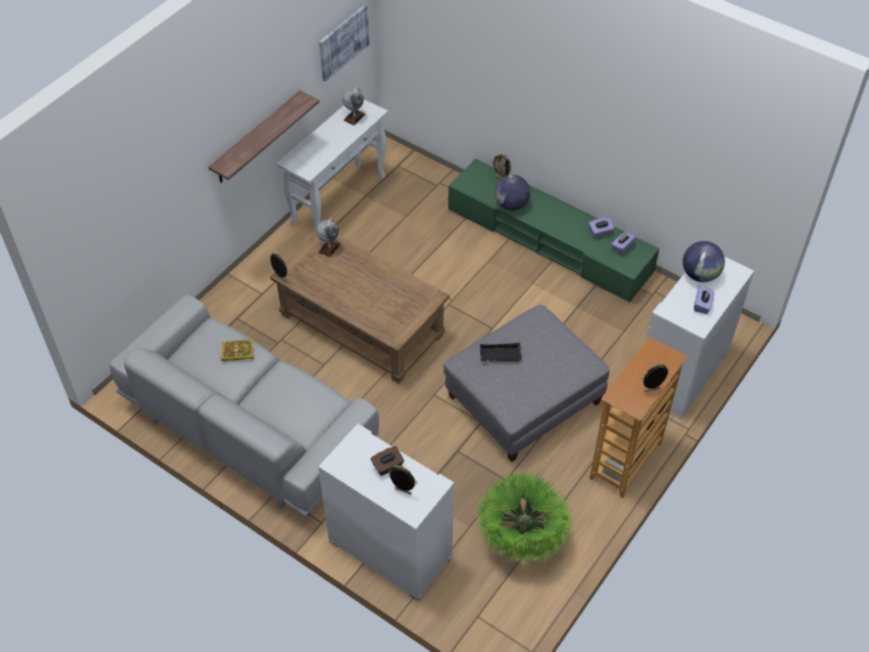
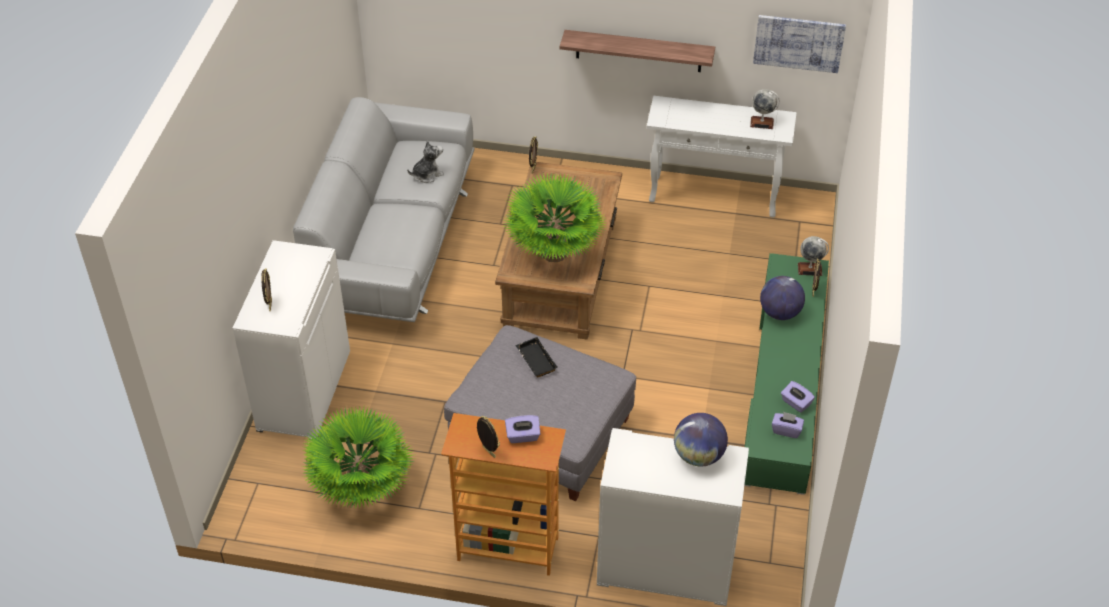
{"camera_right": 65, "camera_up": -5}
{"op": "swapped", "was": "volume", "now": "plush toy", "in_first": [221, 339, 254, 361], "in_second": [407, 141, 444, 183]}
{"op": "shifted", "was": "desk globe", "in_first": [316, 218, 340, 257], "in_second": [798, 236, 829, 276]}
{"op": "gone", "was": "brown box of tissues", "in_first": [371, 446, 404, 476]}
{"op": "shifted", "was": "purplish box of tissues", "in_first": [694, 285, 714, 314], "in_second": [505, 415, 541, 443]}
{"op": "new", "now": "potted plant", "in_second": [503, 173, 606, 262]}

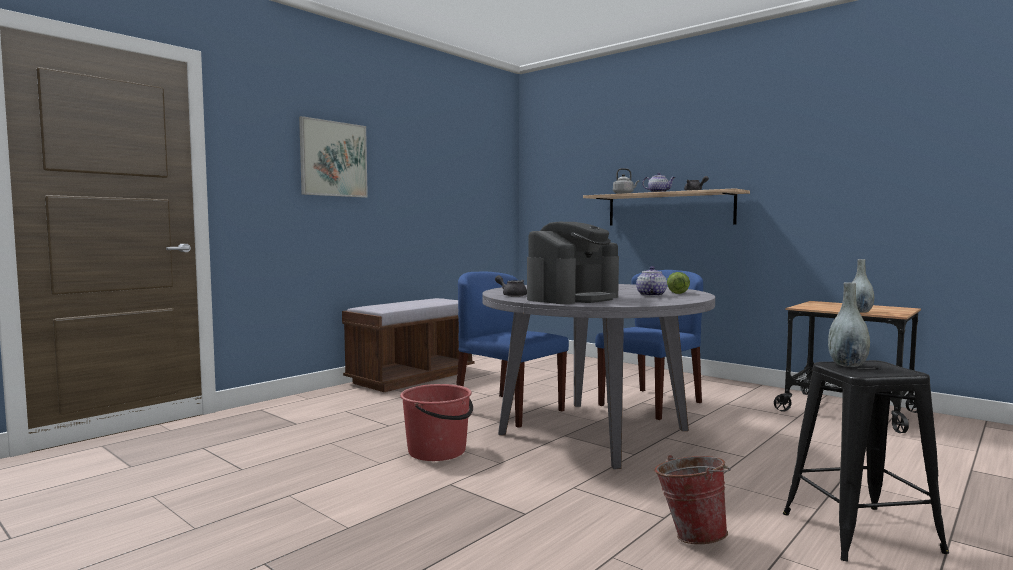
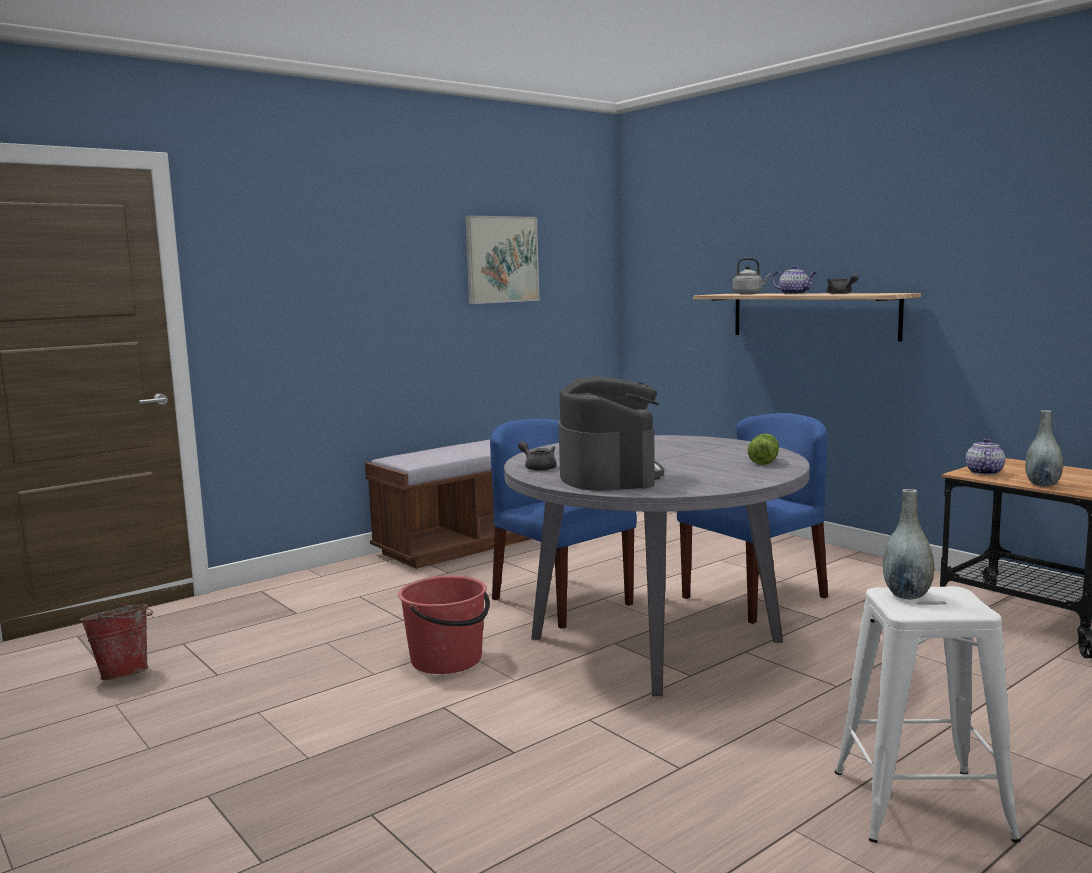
{"camera_right": 10, "camera_up": 5}
{"op": "shifted", "was": "picture", "in_first": [299, 116, 368, 198], "in_second": [465, 215, 540, 304]}
{"op": "rotated", "was": "coffee maker", "in_first": [527, 222, 619, 304], "in_second": [559, 376, 664, 491], "clockwise": -60}
{"op": "shifted", "was": "tea pot", "in_first": [636, 266, 667, 296], "in_second": [965, 438, 1005, 475]}
{"op": "shifted", "was": "pail", "in_first": [654, 455, 731, 544], "in_second": [80, 603, 153, 680]}
{"op": "repainted", "was": "black stool", "now": "white stool", "in_first": [783, 360, 949, 561], "in_second": [835, 586, 1021, 843]}

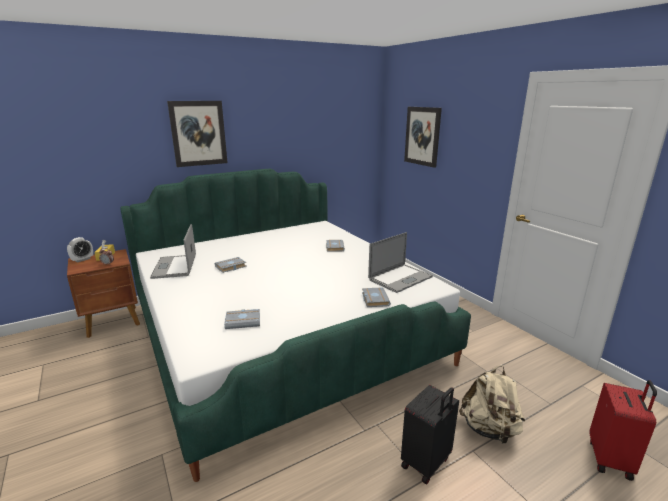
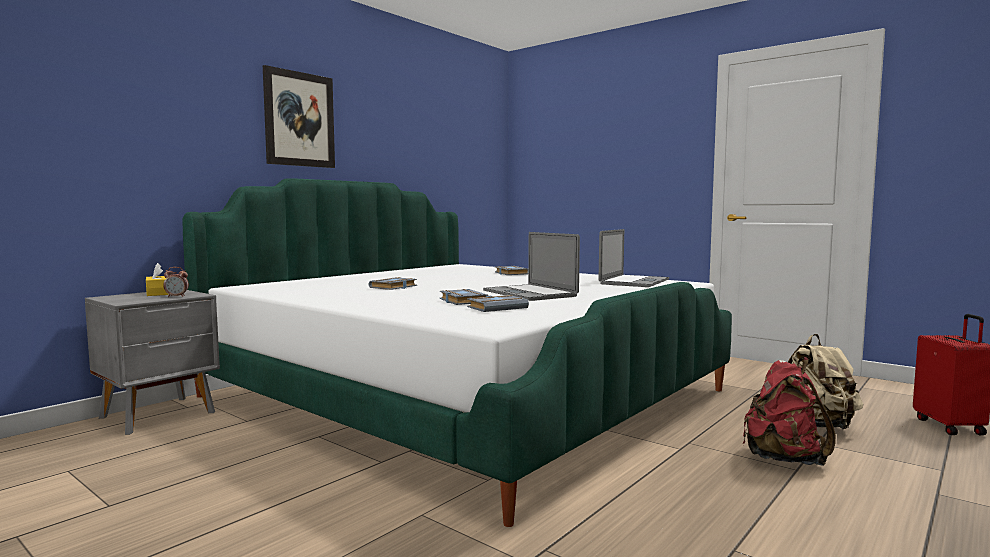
{"camera_right": -20, "camera_up": -15}
{"op": "gone", "was": "bedside clock", "in_first": [67, 237, 93, 262]}
{"op": "repainted", "was": "brown night table", "now": "greyish night table", "in_first": [67, 249, 140, 338], "in_second": [85, 290, 220, 435]}
{"op": "shifted", "was": "laptop", "in_first": [150, 224, 196, 279], "in_second": [483, 232, 580, 301]}
{"op": "shifted", "was": "greyish volume", "in_first": [362, 287, 391, 307], "in_second": [439, 289, 488, 305]}
{"op": "swapped", "was": "black travel case", "now": "reddish rucksack", "in_first": [401, 385, 459, 484], "in_second": [742, 357, 835, 466]}
{"op": "gone", "was": "picture", "in_first": [404, 107, 442, 168]}

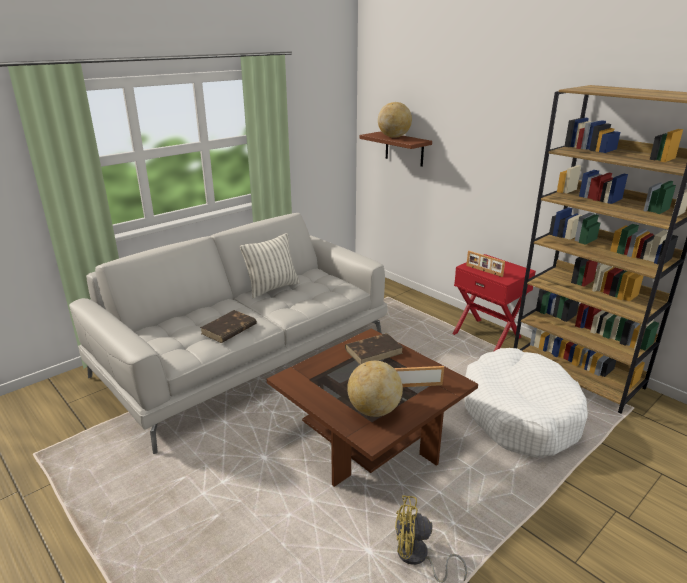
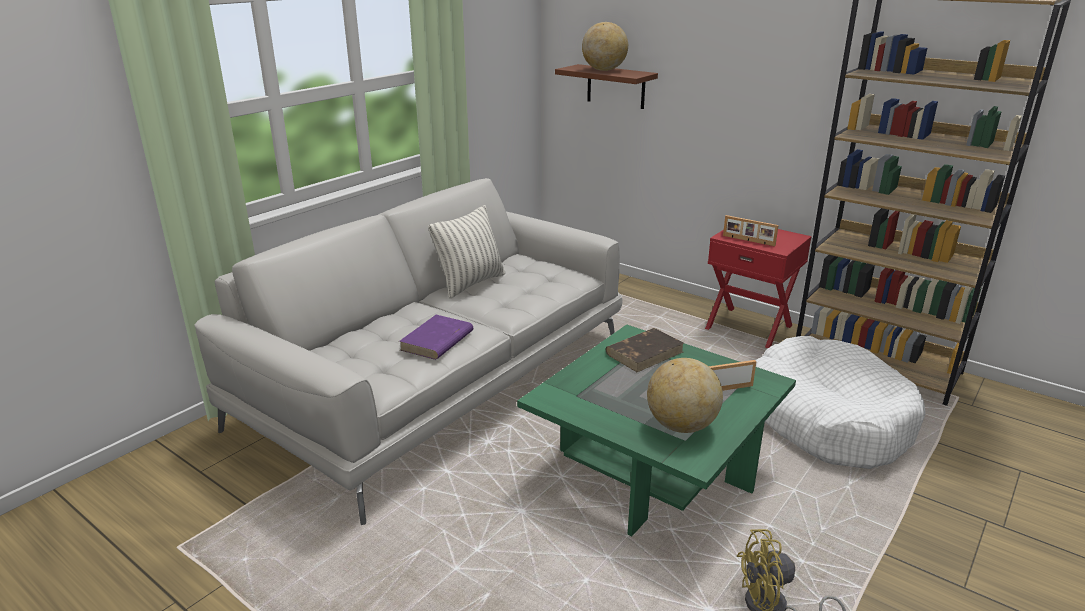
{"camera_right": -10, "camera_up": 0}
{"op": "repainted", "was": "brown volume", "now": "purplish volume", "in_first": [200, 310, 257, 343], "in_second": [399, 315, 473, 360]}
{"op": "repainted", "was": "brown coffee table", "now": "green coffee table", "in_first": [267, 328, 478, 487], "in_second": [517, 325, 796, 536]}

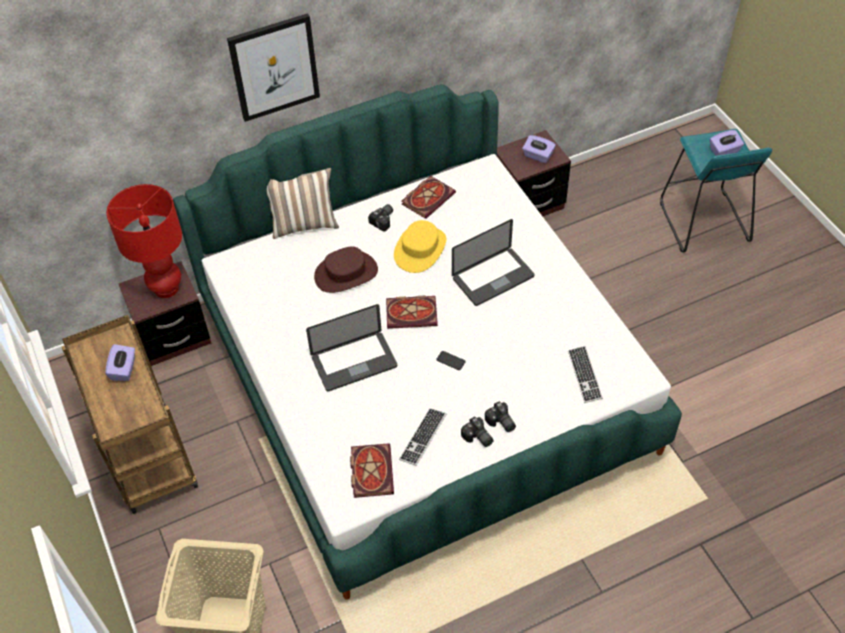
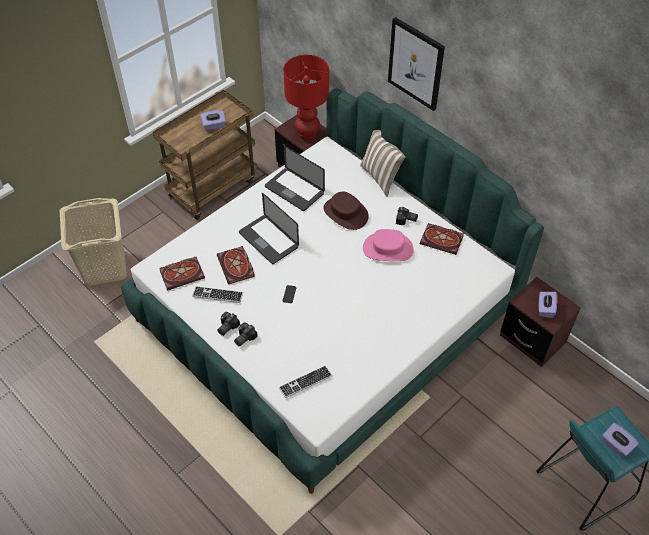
{"camera_right": 70, "camera_up": 0}
{"op": "shifted", "was": "volume", "in_first": [386, 295, 438, 329], "in_second": [217, 246, 255, 284]}
{"op": "repainted", "was": "yellowish hat", "now": "pinkish hat", "in_first": [394, 220, 446, 273], "in_second": [363, 229, 414, 261]}
{"op": "shifted", "was": "laptop", "in_first": [452, 219, 535, 306], "in_second": [265, 145, 325, 211]}

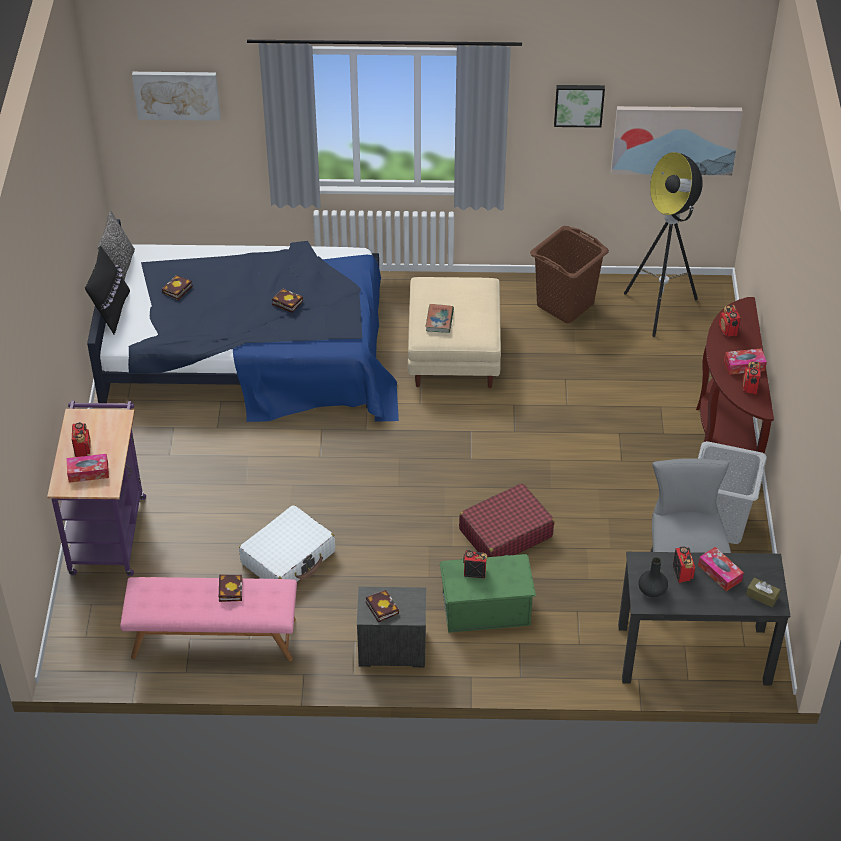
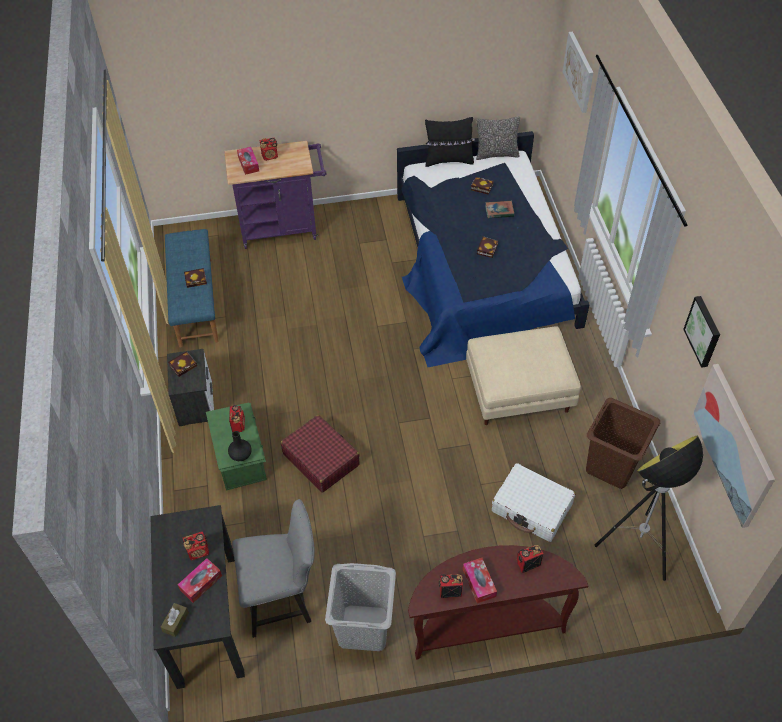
{"camera_right": 80, "camera_up": 5}
{"op": "repainted", "was": "pinkish indoor bench", "now": "bluish indoor bench", "in_first": [120, 577, 297, 661], "in_second": [165, 229, 218, 348]}
{"op": "shifted", "was": "white travel case", "in_first": [239, 505, 335, 581], "in_second": [492, 463, 575, 542]}
{"op": "shifted", "was": "volume", "in_first": [425, 304, 454, 333], "in_second": [485, 201, 514, 218]}
{"op": "shifted", "was": "black flower vase", "in_first": [638, 557, 668, 597], "in_second": [228, 431, 252, 461]}

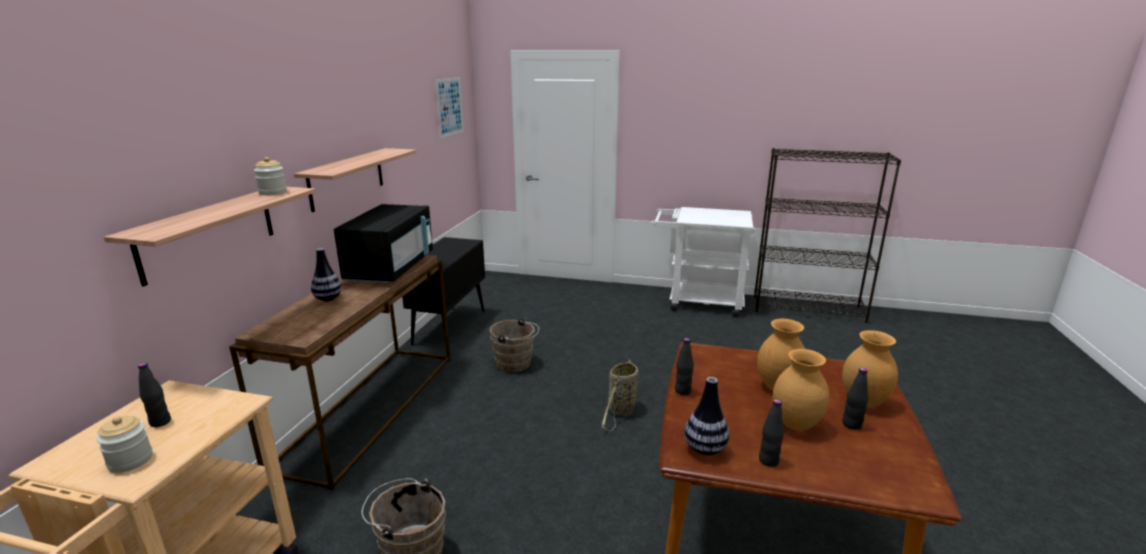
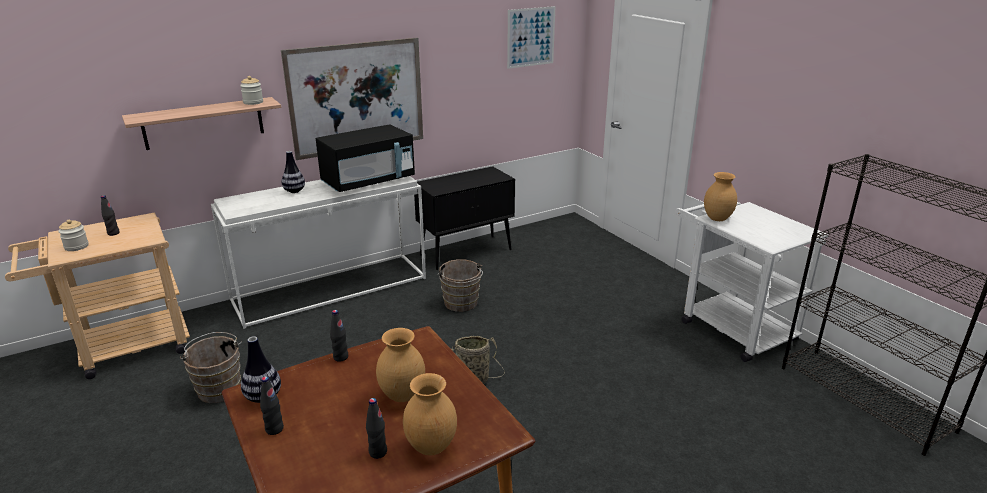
{"camera_right": 45, "camera_up": 5}
{"op": "repainted", "was": "brown hall table", "now": "white hall table", "in_first": [229, 255, 451, 490], "in_second": [211, 176, 426, 329]}
{"op": "swapped", "was": "wall shelf", "now": "picture", "in_first": [294, 148, 417, 212], "in_second": [281, 38, 423, 160]}
{"op": "shifted", "was": "brown flower vase", "in_first": [773, 349, 829, 431], "in_second": [704, 172, 737, 221]}

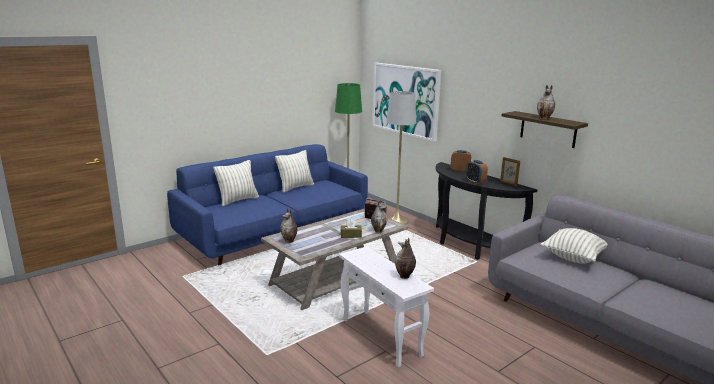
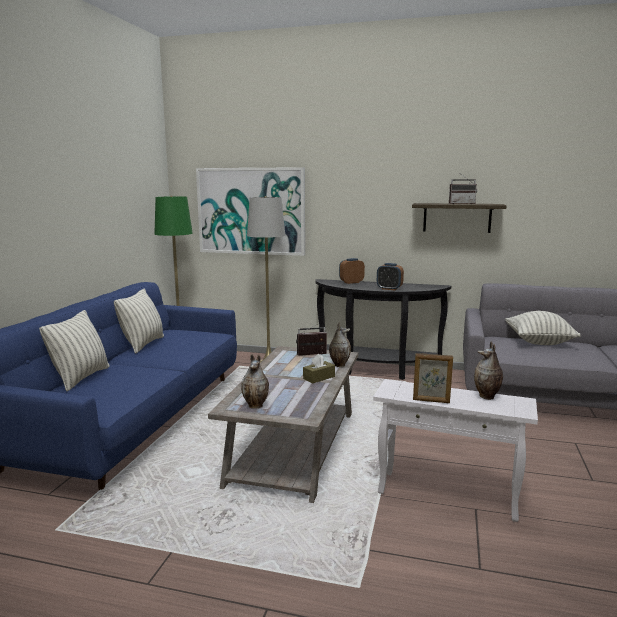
{"camera_right": -35, "camera_up": -5}
{"op": "shifted", "was": "standing frame", "in_first": [500, 157, 520, 186], "in_second": [413, 353, 453, 403]}
{"op": "swapped", "was": "flower vase", "now": "radio", "in_first": [537, 85, 555, 119], "in_second": [449, 174, 477, 204]}

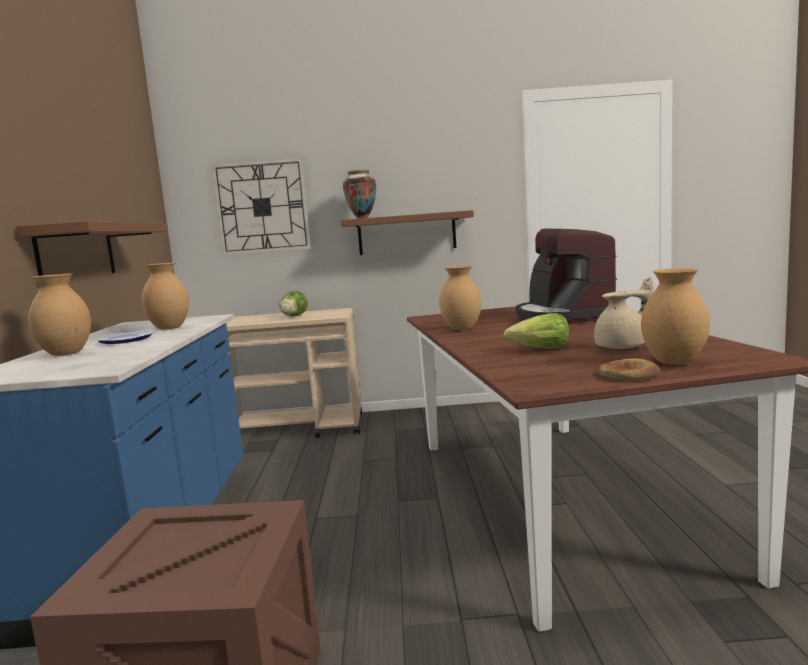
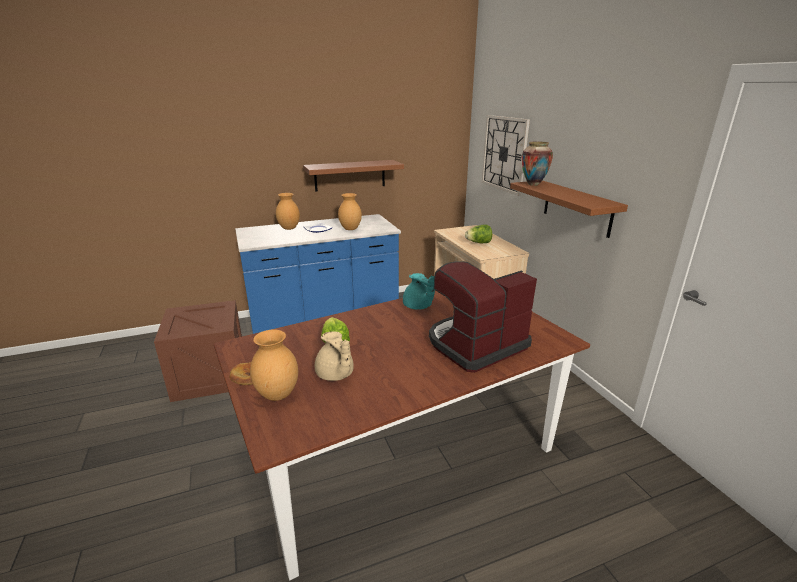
{"camera_right": 70, "camera_up": 15}
{"op": "swapped", "was": "brown flower vase", "now": "blue-green tea pot", "in_first": [439, 266, 482, 330], "in_second": [403, 273, 435, 310]}

